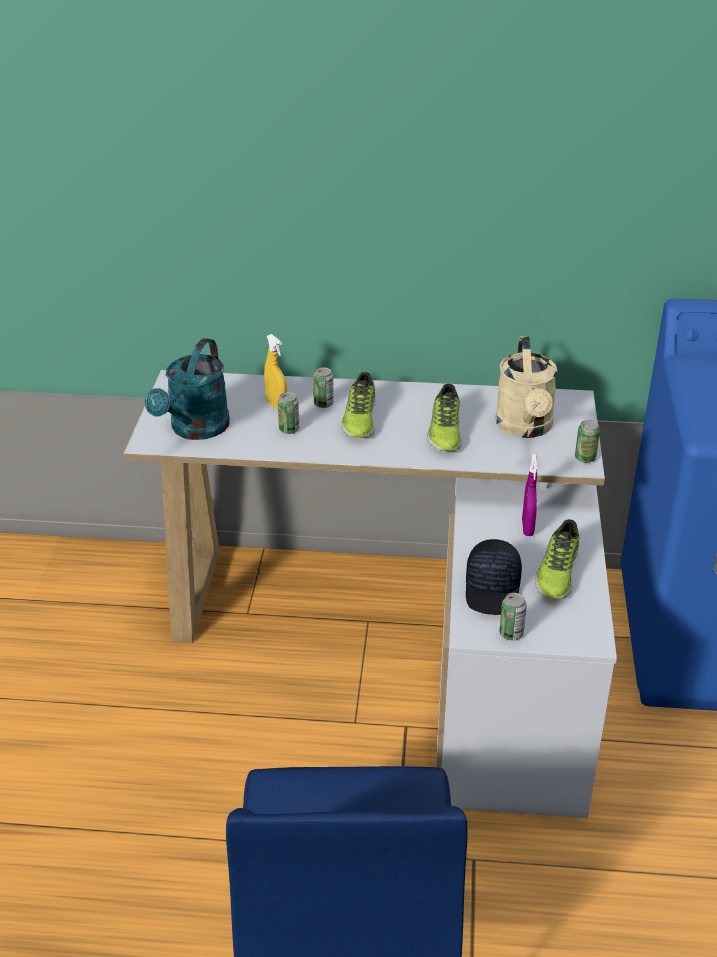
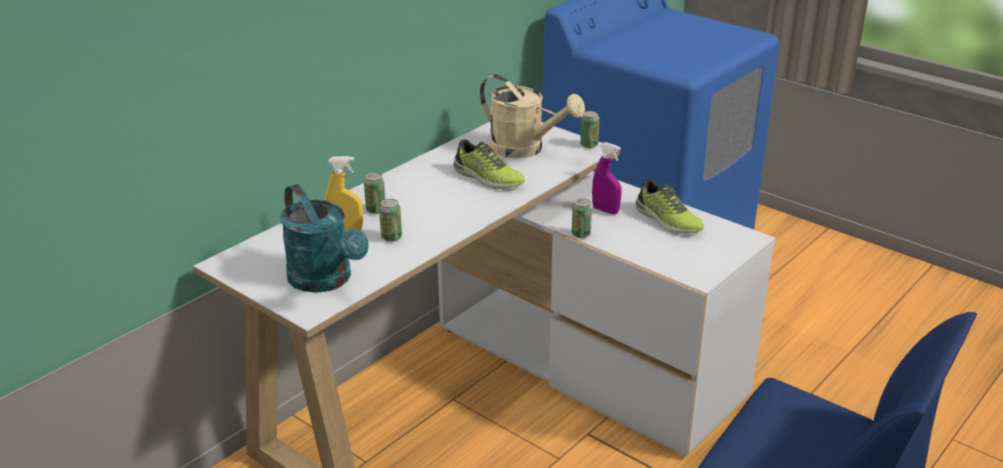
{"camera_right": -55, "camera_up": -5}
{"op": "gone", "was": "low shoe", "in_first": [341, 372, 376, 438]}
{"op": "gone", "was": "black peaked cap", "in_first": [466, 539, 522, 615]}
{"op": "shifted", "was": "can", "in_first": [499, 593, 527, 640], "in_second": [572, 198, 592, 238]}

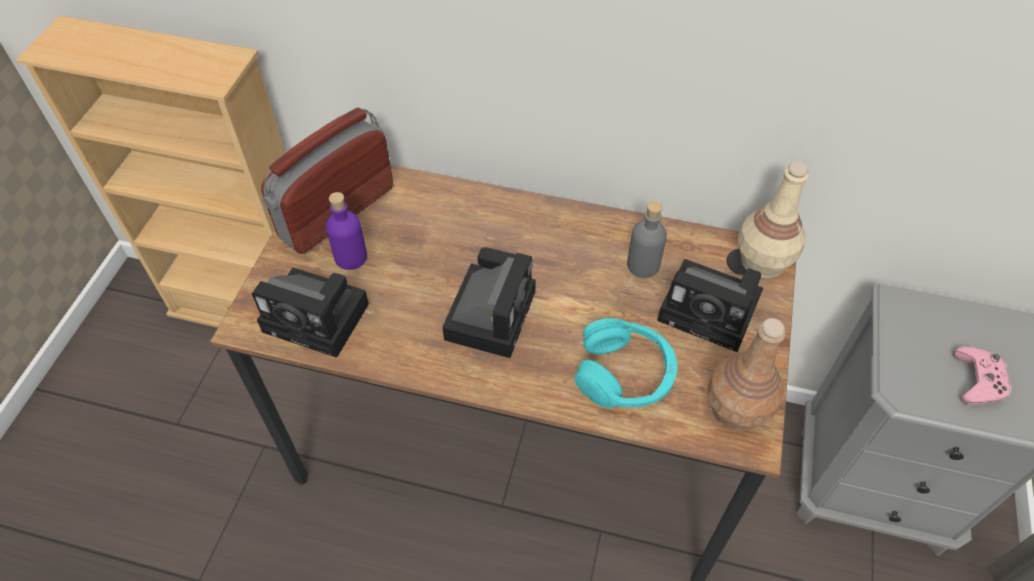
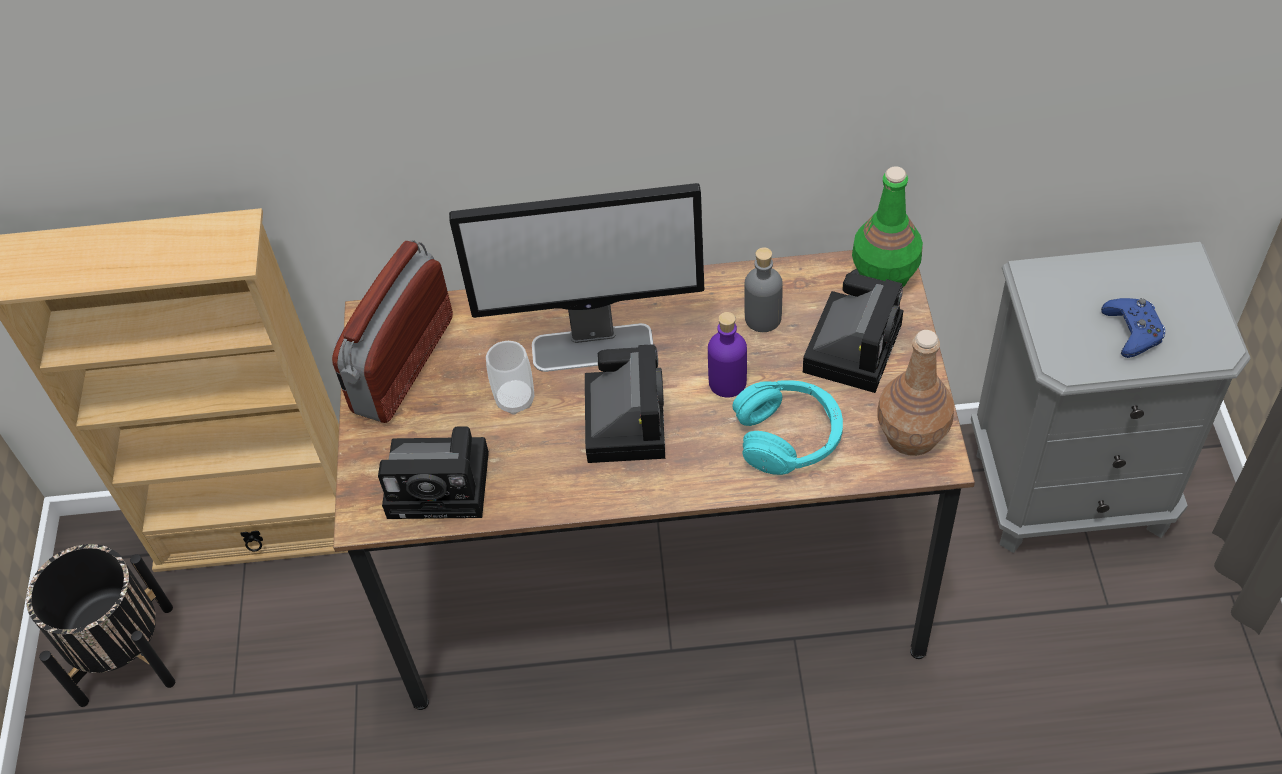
{"camera_right": -15, "camera_up": 0}
{"op": "shifted", "was": "purplish beverage bottle", "in_first": [326, 192, 367, 270], "in_second": [708, 312, 747, 398]}
{"op": "rotated", "was": "photo camera", "in_first": [657, 259, 763, 352], "in_second": [803, 273, 904, 393], "clockwise": -75}
{"op": "repainted", "was": "sand-coloured beverage bottle", "now": "green beverage bottle", "in_first": [738, 162, 809, 278], "in_second": [852, 166, 923, 287]}
{"op": "repainted", "was": "pinkish joypad", "now": "bluish joypad", "in_first": [953, 346, 1011, 405], "in_second": [1101, 298, 1165, 358]}
{"op": "new", "now": "black plant pot", "in_second": [26, 544, 175, 707]}
{"op": "new", "now": "monitor", "in_second": [449, 183, 704, 372]}
{"op": "new", "now": "small cup", "in_second": [486, 341, 534, 415]}

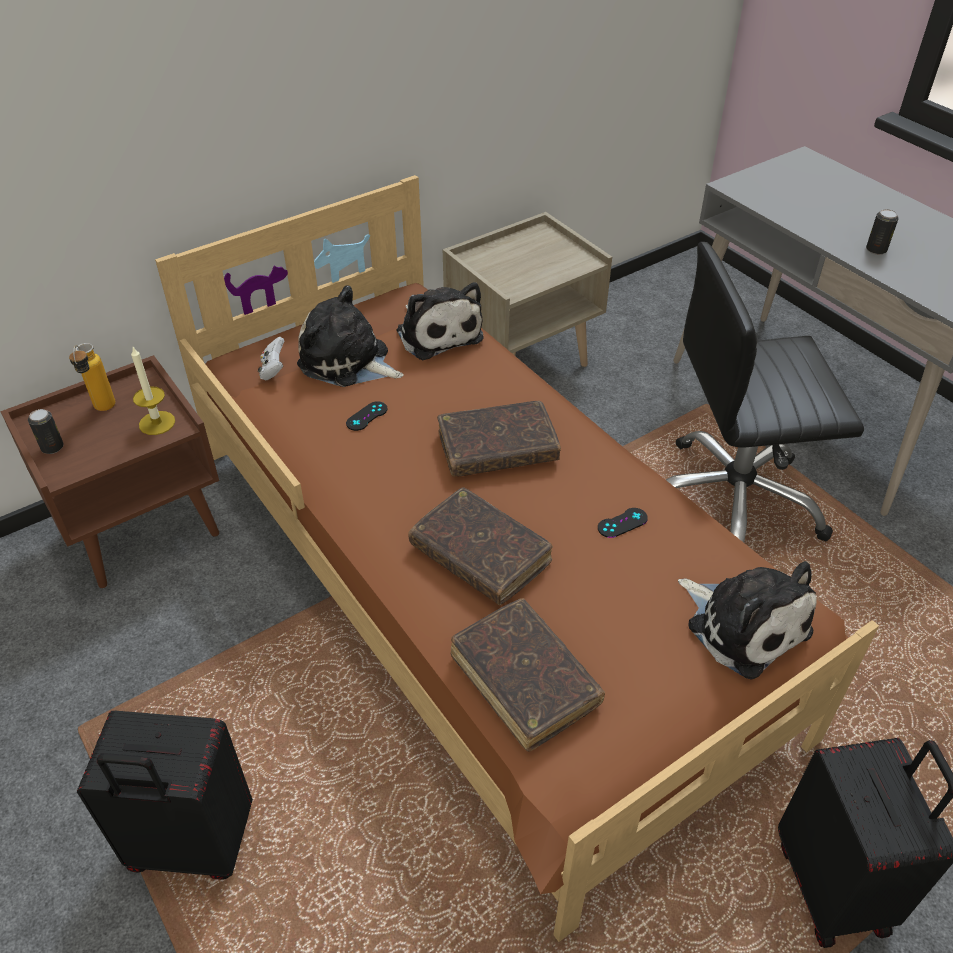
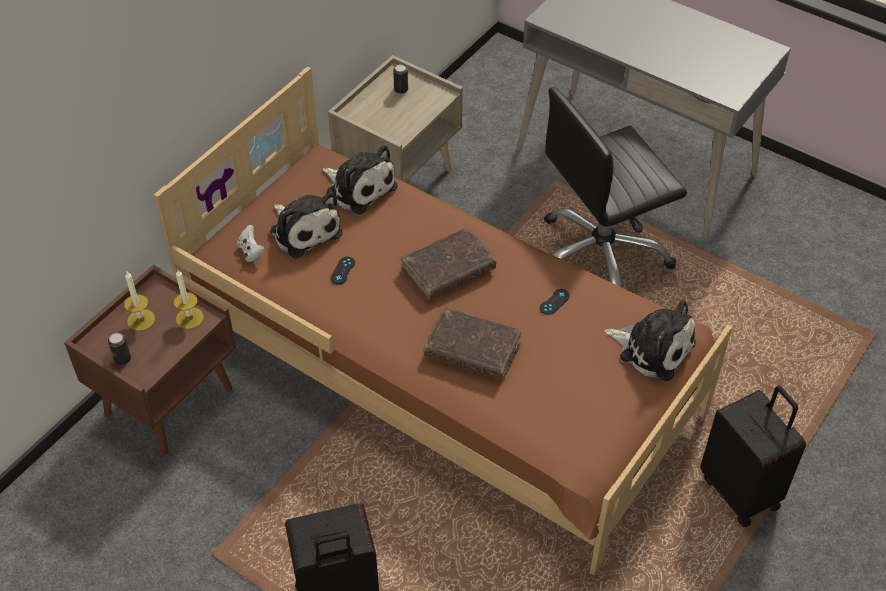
{"camera_right": -20, "camera_up": 5}
{"op": "swapped", "was": "beverage bottle", "now": "wax candle", "in_first": [69, 343, 116, 411], "in_second": [124, 272, 155, 331]}
{"op": "rotated", "was": "plush toy", "in_first": [297, 285, 404, 387], "in_second": [270, 191, 342, 259], "clockwise": -135}
{"op": "gone", "was": "brown volume", "in_first": [450, 598, 605, 751]}
{"op": "shifted", "was": "can", "in_first": [866, 209, 899, 255], "in_second": [393, 64, 408, 94]}

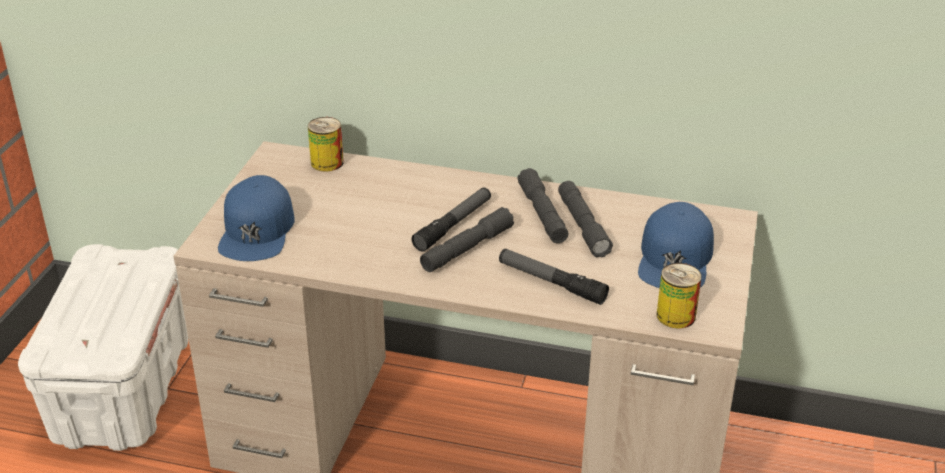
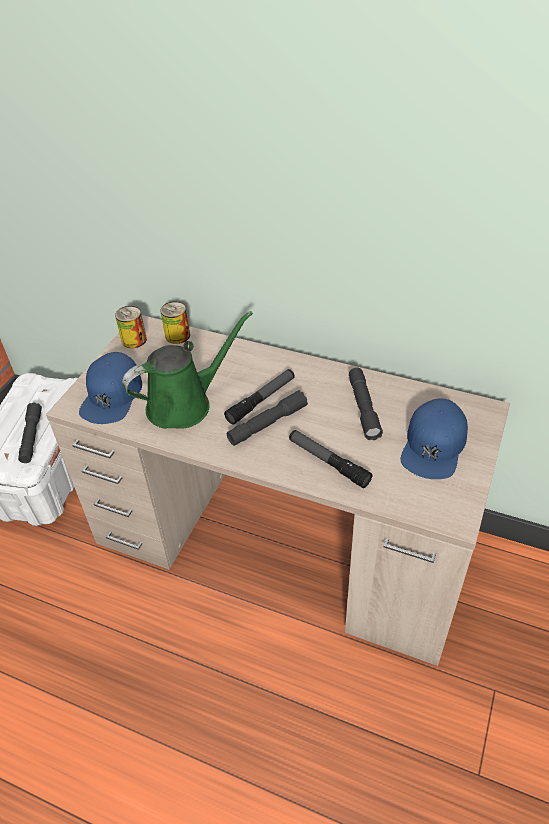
{"camera_right": 10, "camera_up": 10}
{"op": "shifted", "was": "greyish flashlight", "in_first": [517, 168, 568, 243], "in_second": [18, 402, 42, 463]}
{"op": "shifted", "was": "can", "in_first": [657, 263, 702, 328], "in_second": [115, 306, 147, 348]}
{"op": "new", "now": "green watering pot", "in_second": [122, 311, 253, 429]}

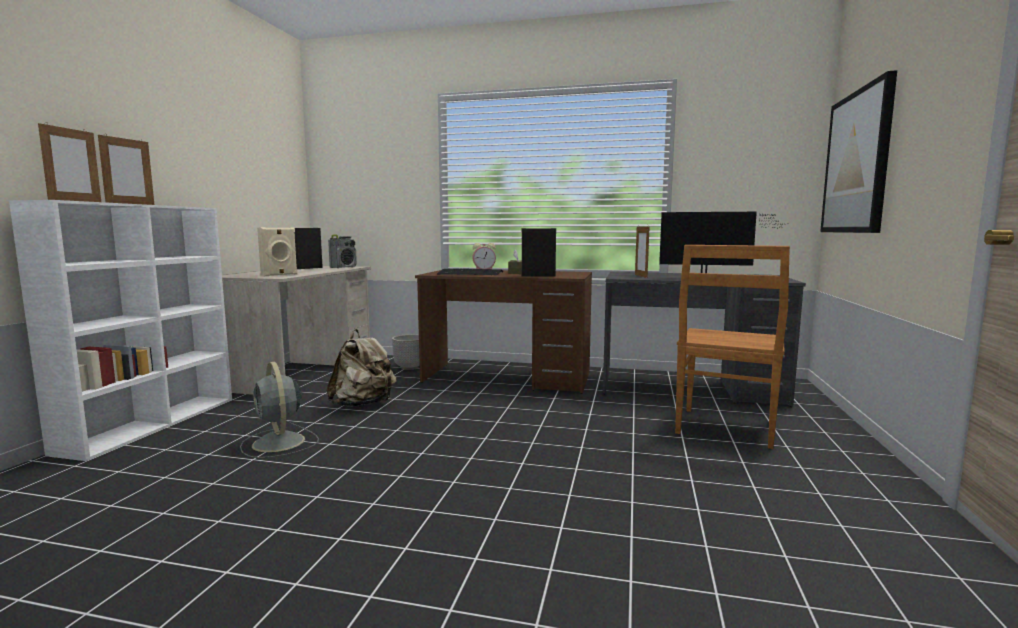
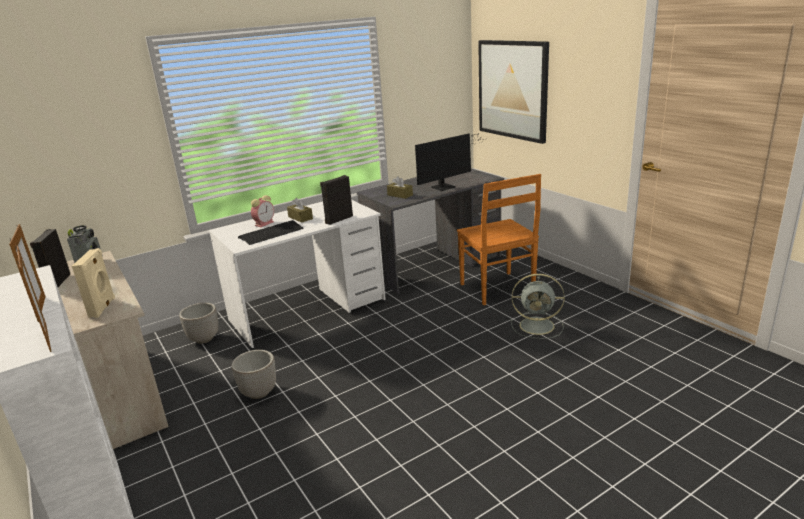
{"camera_right": -45, "camera_up": 15}
{"op": "shifted", "was": "greyish cooling fan", "in_first": [240, 362, 319, 458], "in_second": [510, 274, 565, 339]}
{"op": "swapped", "was": "sand-coloured rucksack", "now": "plant pot", "in_first": [327, 329, 396, 407], "in_second": [232, 350, 276, 399]}
{"op": "repainted", "was": "brown desk", "now": "white desk", "in_first": [415, 270, 592, 394], "in_second": [209, 200, 386, 348]}
{"op": "swapped", "was": "standing frame", "now": "brown box of tissues", "in_first": [635, 227, 649, 278], "in_second": [387, 176, 413, 199]}

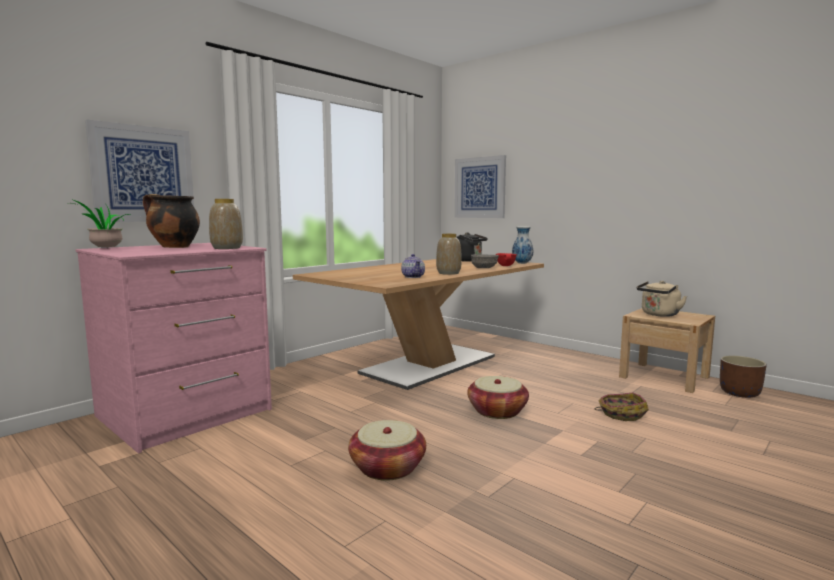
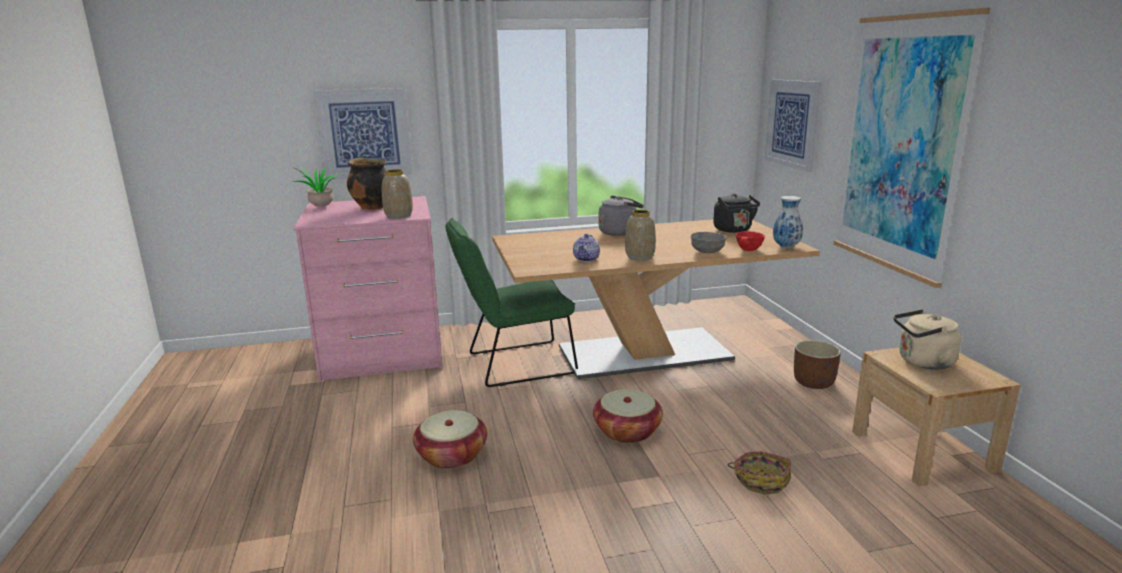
{"camera_right": 35, "camera_up": 10}
{"op": "shifted", "was": "brown plant pot", "in_first": [720, 356, 767, 398], "in_second": [794, 340, 841, 389]}
{"op": "new", "now": "green chair", "in_second": [445, 218, 578, 387]}
{"op": "new", "now": "greyish water kettle", "in_second": [599, 196, 644, 236]}
{"op": "new", "now": "picture", "in_second": [834, 8, 990, 288]}

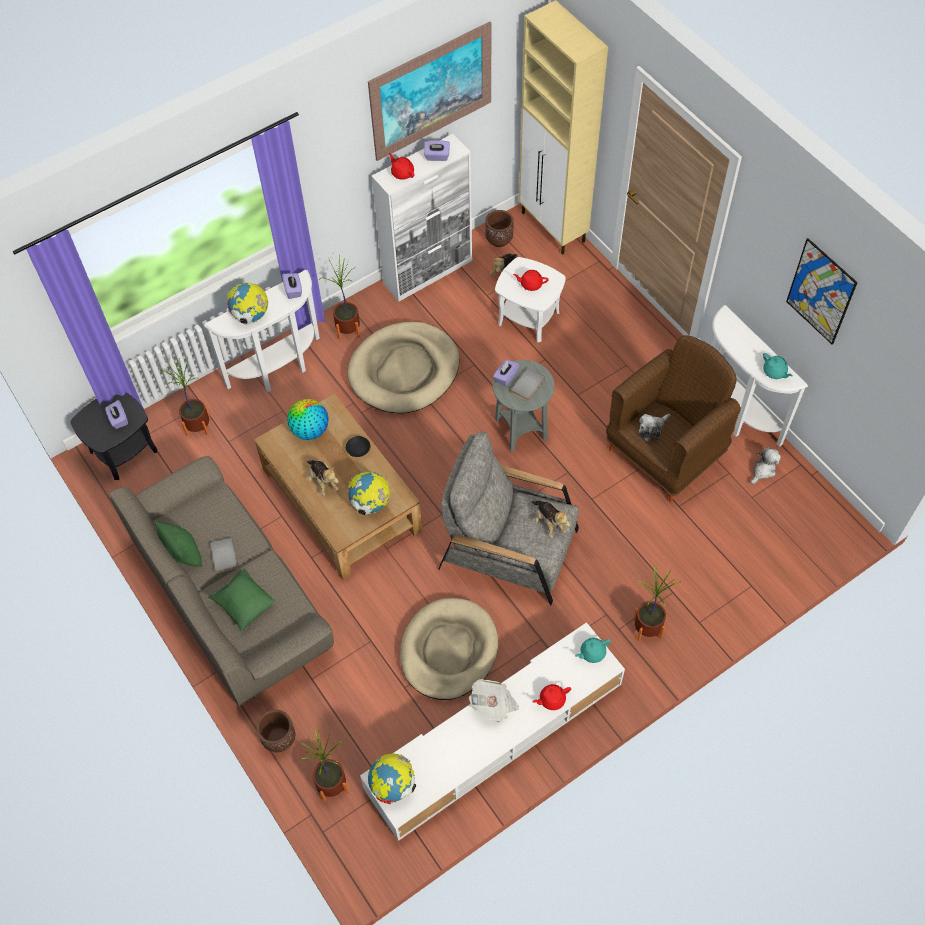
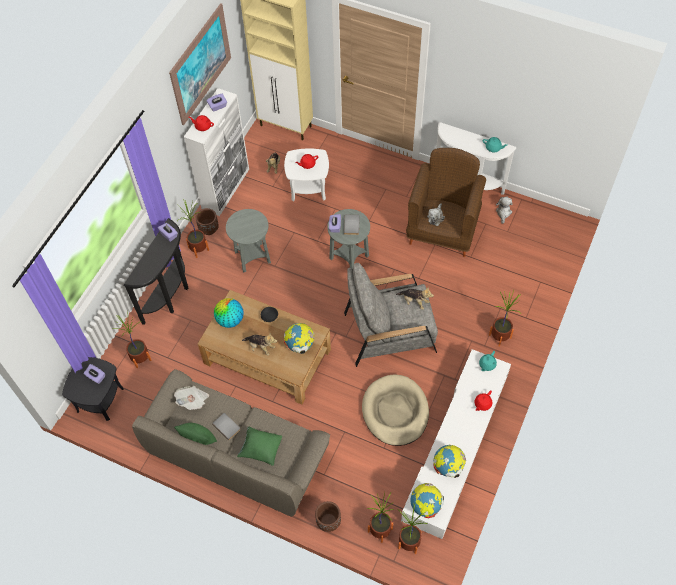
{"camera_right": -30, "camera_up": 0}
{"op": "repainted", "was": "white hall table", "now": "black hall table", "in_first": [204, 270, 320, 392], "in_second": [124, 218, 188, 325]}
{"op": "shifted", "was": "desk globe", "in_first": [227, 283, 268, 325], "in_second": [434, 445, 466, 478]}
{"op": "swapped", "was": "sand-coloured dog bed", "now": "greyish accent table", "in_first": [347, 321, 460, 413], "in_second": [226, 209, 271, 273]}
{"op": "shifted", "was": "newspaper", "in_first": [469, 679, 519, 722], "in_second": [174, 386, 209, 410]}
{"op": "shifted", "was": "brown plant pot", "in_first": [485, 210, 514, 247], "in_second": [196, 208, 219, 235]}
{"op": "gone", "was": "picture", "in_first": [786, 238, 858, 345]}
{"op": "new", "now": "potted plant", "in_second": [398, 505, 428, 554]}

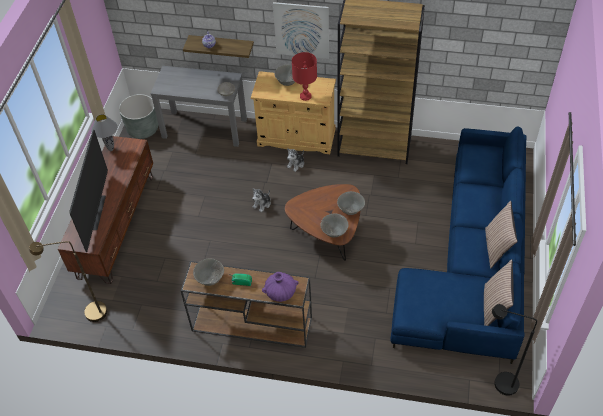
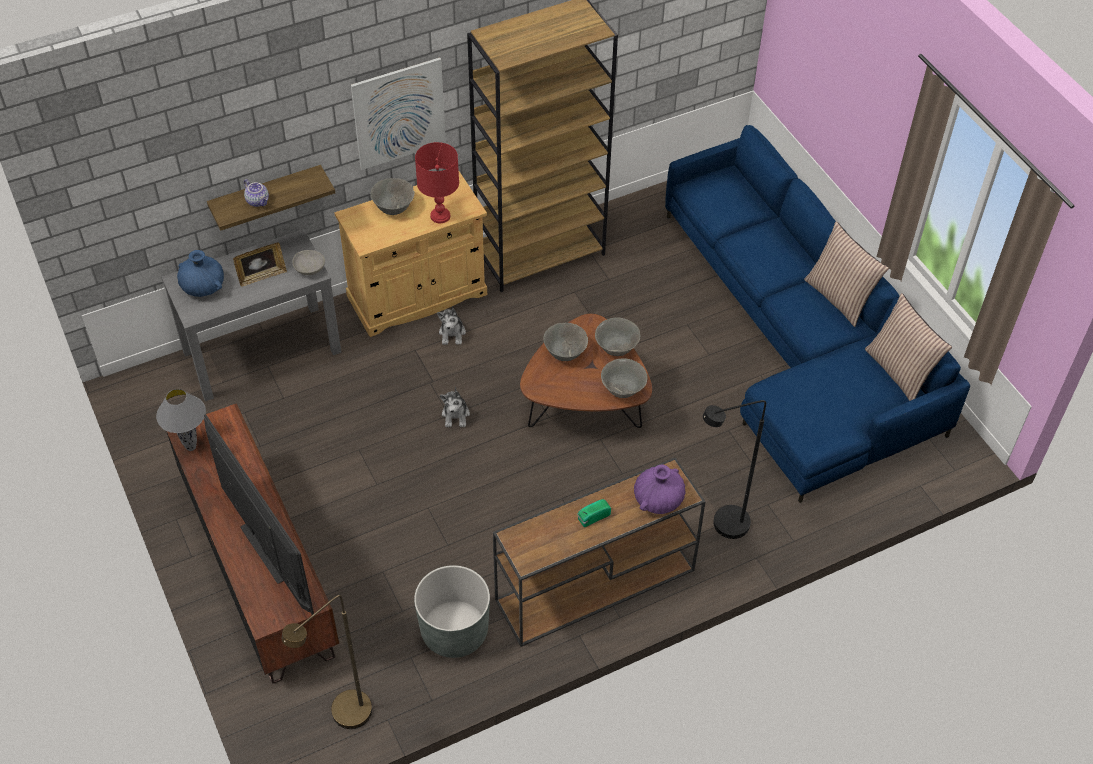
{"camera_right": -40, "camera_up": 0}
{"op": "shifted", "was": "greyish plant pot", "in_first": [119, 94, 158, 139], "in_second": [414, 565, 490, 658]}
{"op": "shifted", "was": "greyish serving bowl", "in_first": [193, 259, 224, 286], "in_second": [543, 323, 588, 361]}
{"op": "shifted", "was": "black floor lamp", "in_first": [492, 304, 537, 396], "in_second": [703, 400, 766, 539]}
{"op": "new", "now": "bluish flower vase", "in_second": [177, 250, 224, 297]}
{"op": "new", "now": "standing frame", "in_second": [233, 243, 287, 287]}

